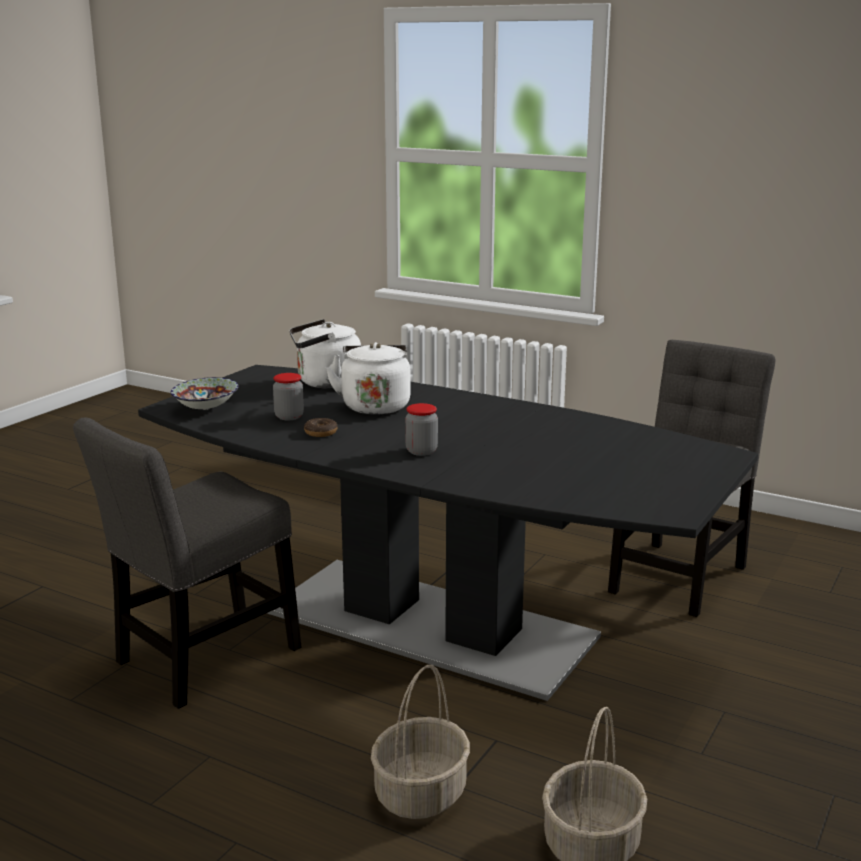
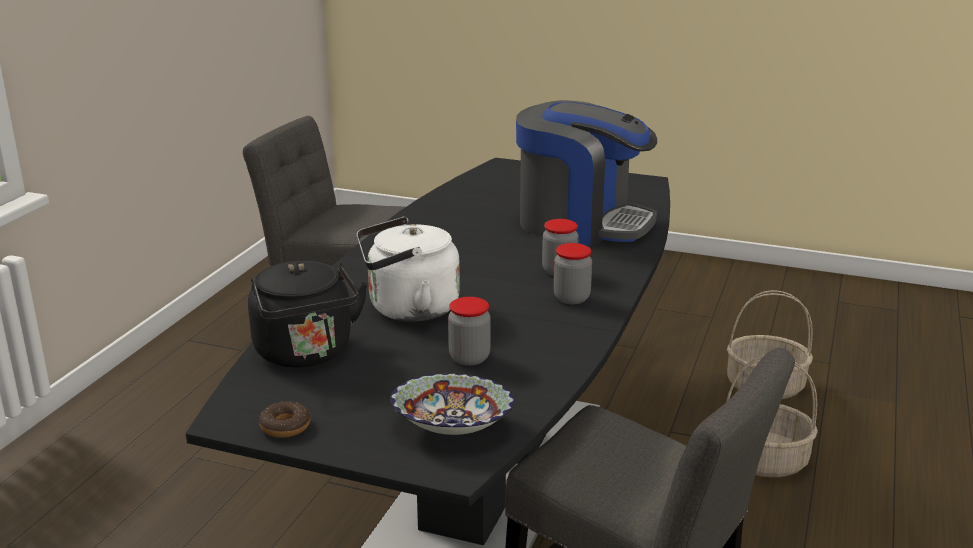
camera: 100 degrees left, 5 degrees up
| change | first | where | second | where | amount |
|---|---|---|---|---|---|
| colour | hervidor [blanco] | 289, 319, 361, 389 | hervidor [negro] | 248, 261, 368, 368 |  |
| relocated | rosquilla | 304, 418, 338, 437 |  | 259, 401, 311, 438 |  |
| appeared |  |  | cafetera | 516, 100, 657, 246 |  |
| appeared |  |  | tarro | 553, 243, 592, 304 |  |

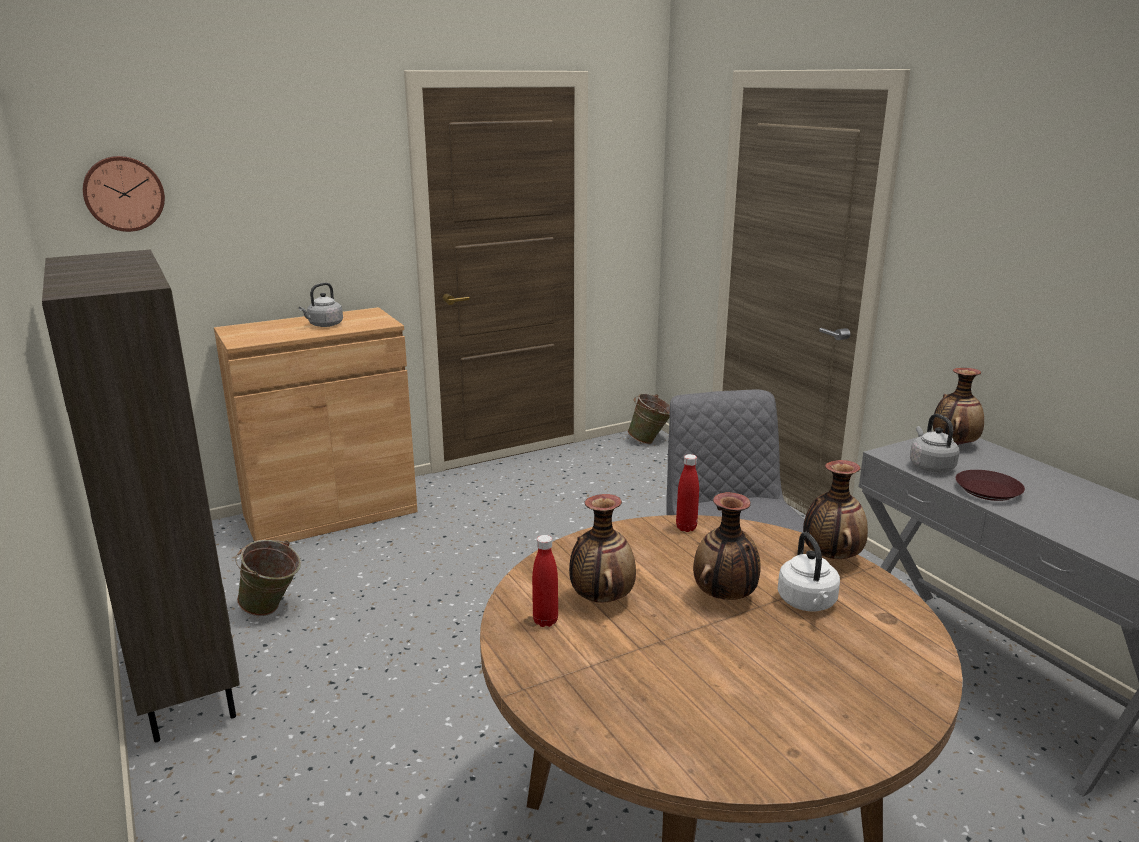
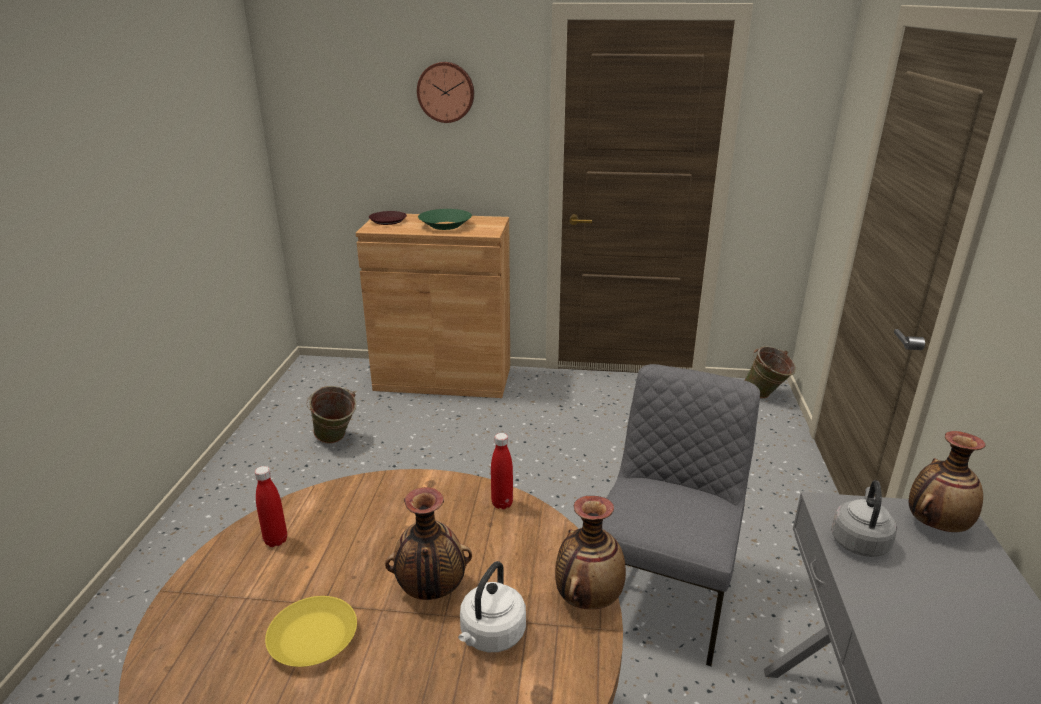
camera: 35 degrees right, 5 degrees up
| change | first | where | second | where | amount |
|---|---|---|---|---|---|
| appeared |  |  | plato [amarillo] | 265, 596, 357, 667 |  |
| relocated | plato [marrón] | 956, 470, 1025, 501 |  | 369, 211, 407, 225 |  |
| relocated | reloj de pared | 83, 156, 165, 232 |  | 417, 62, 474, 123 |  |
| exchanged | hervidor [gris] | 299, 283, 343, 327 | cuenco [verde] | 418, 209, 472, 230 |  |
| missing | estantería [marrón] | 42, 250, 240, 742 |  |  |  |
| missing | florero | 569, 494, 636, 603 |  |  |  |

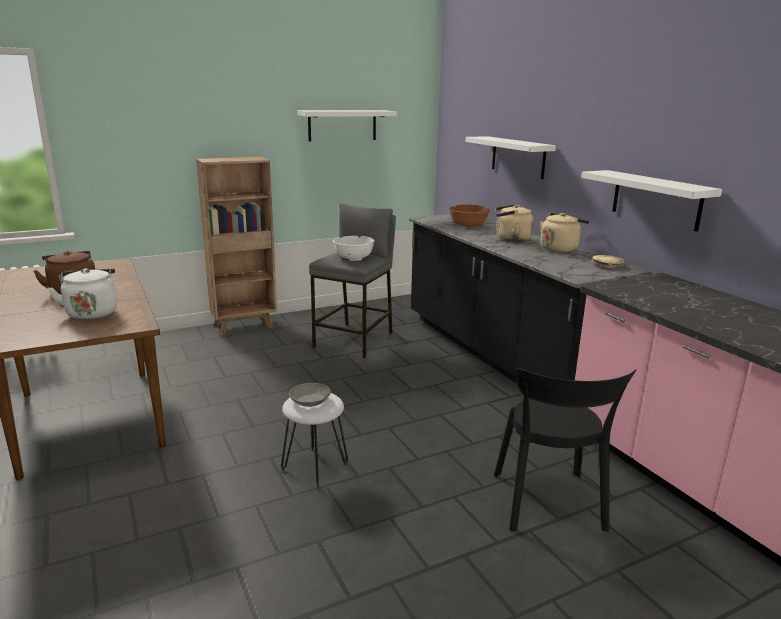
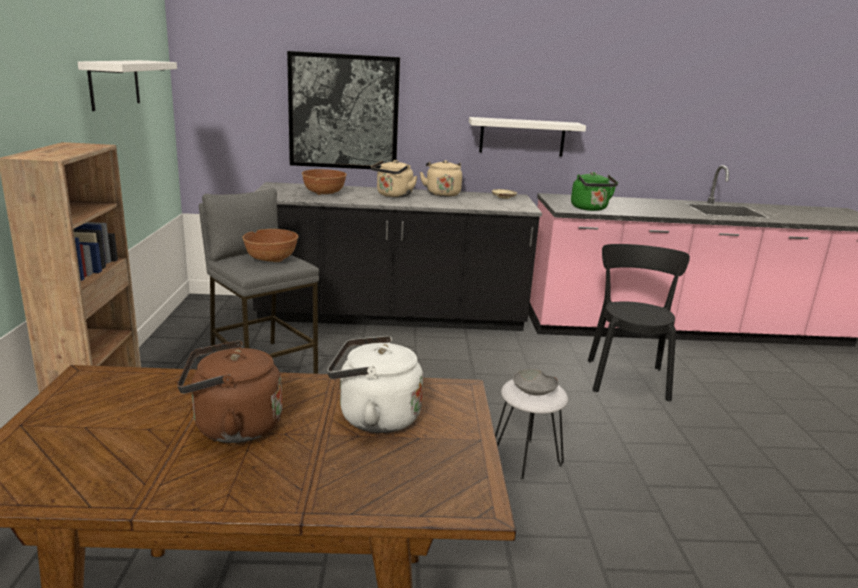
camera: 65 degrees left, 0 degrees up
| change | first | where | second | where | amount |
|---|---|---|---|---|---|
| colour | cuenco [blanco] | 333, 236, 375, 261 | cuenco [marrón] | 242, 229, 299, 262 |  |
| exchanged | estante [blanco] | 466, 136, 556, 179 | cuadro | 287, 51, 400, 169 |  |
| appeared |  |  | hervidor [verde] | 571, 172, 618, 211 |  |
| spun | silla [negro] | 494, 368, 636, 532 |  | 588, 244, 690, 401 | 105 degrees counterclockwise |

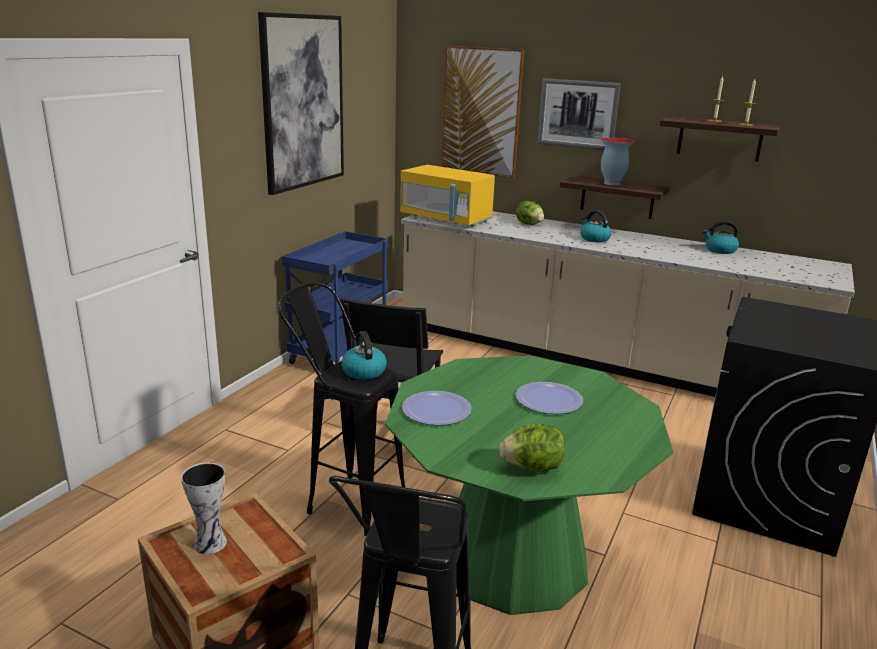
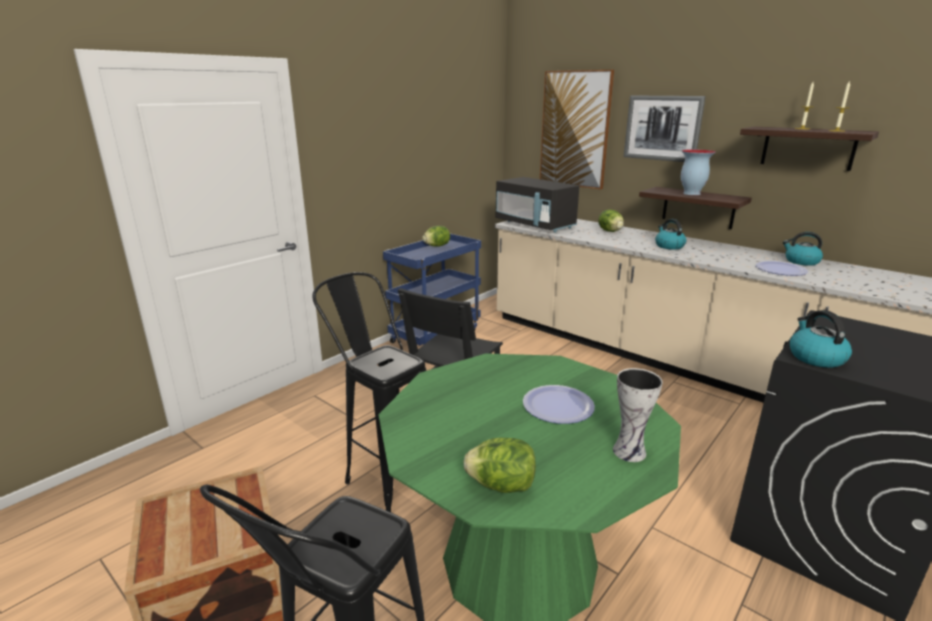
camera: 15 degrees right, 0 degrees up
| change | first | where | second | where | amount |
|---|---|---|---|---|---|
| appeared |  |  | lechuga | 422, 226, 450, 246 |  |
| colour | microondas [amarillo] | 400, 165, 495, 228 | microondas [negro] | 496, 177, 579, 233 |  |
| relocated | florero | 181, 463, 227, 554 |  | 613, 368, 663, 462 |  |
| relocated | plato | 402, 391, 472, 425 |  | 755, 261, 808, 276 |  |
| relocated | hervidor | 341, 331, 387, 380 |  | 790, 310, 852, 368 |  |
| missing | cuadro | 258, 12, 344, 195 |  |  |  |

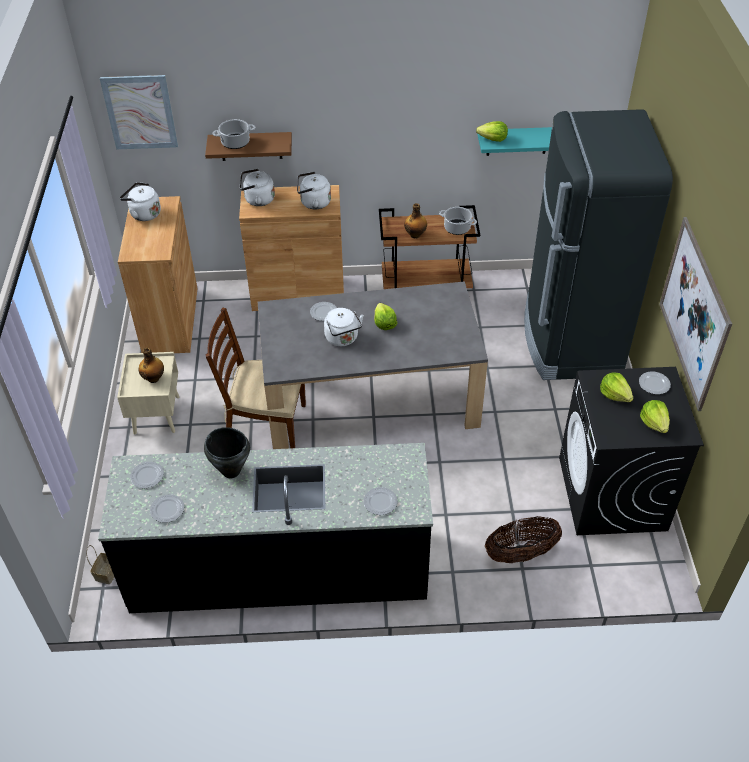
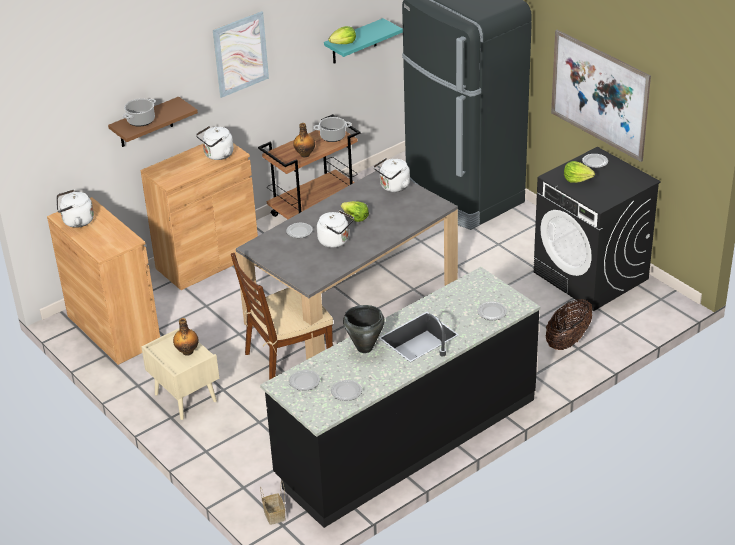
camera: 35 degrees left, 10 degrees down
| change | first | where | second | where | amount |
|---|---|---|---|---|---|
| relocated | cuadro | 100, 75, 178, 149 |  | 213, 11, 269, 98 |  |
| relocated | hervidor [blanco] | 240, 168, 275, 206 |  | 374, 158, 410, 192 |  |
| missing | lechuga | 640, 400, 670, 433 |  |  |  |

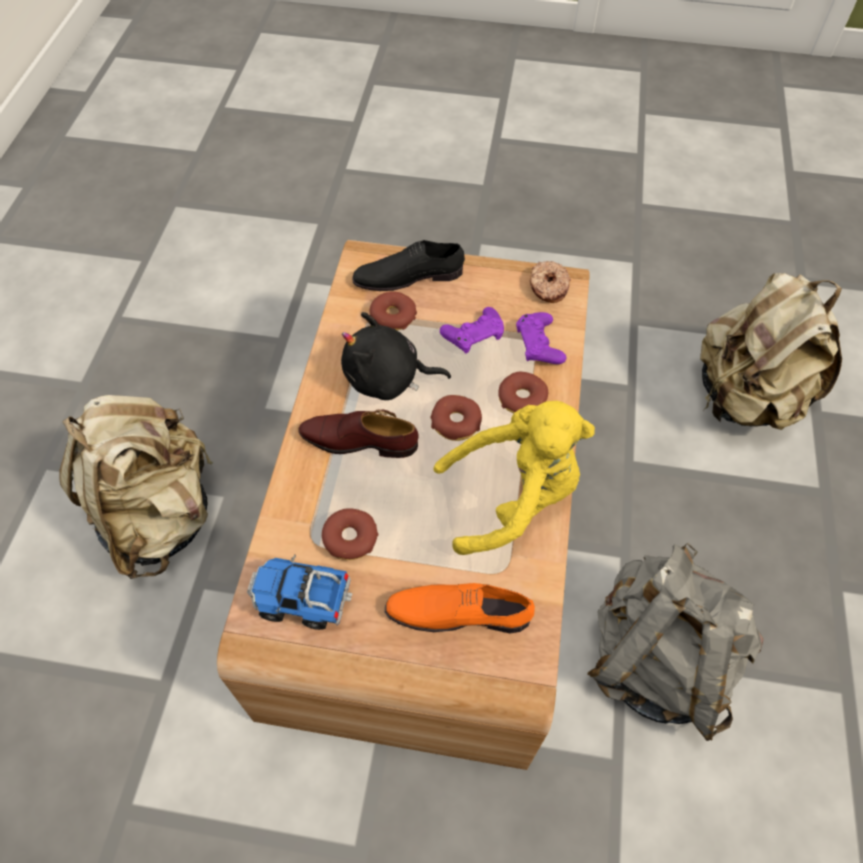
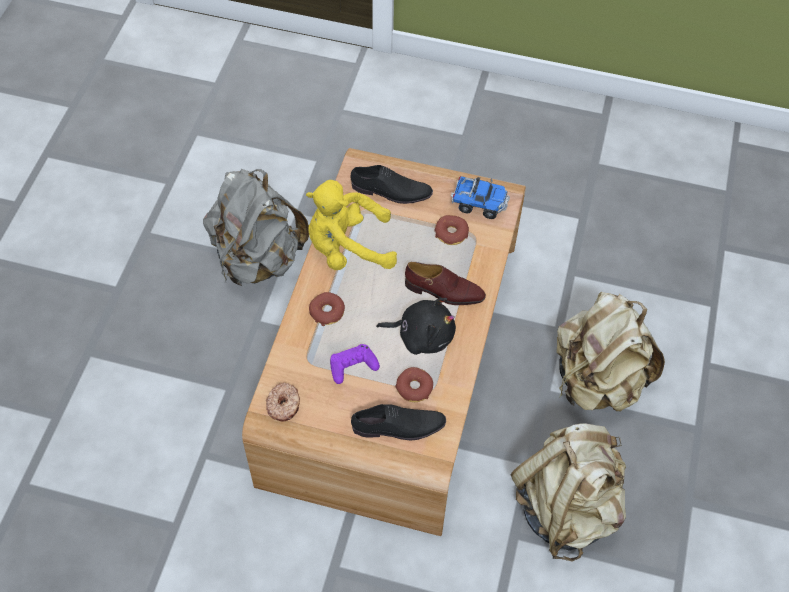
camera: 175 degrees left, 0 degrees up
| change | first | where | second | where | amount |
|---|---|---|---|---|---|
| colour | zapato [naranja] | 385, 583, 535, 634 | zapato [negro] | 350, 165, 433, 204 |  |
| relocated | mochila [beis] | 700, 273, 842, 430 |  | 511, 423, 626, 562 |  |
| missing | rosquilla | 430, 395, 482, 441 |  |  |  |
| missing | mando de consola [morado] | 516, 312, 566, 364 |  |  |  |

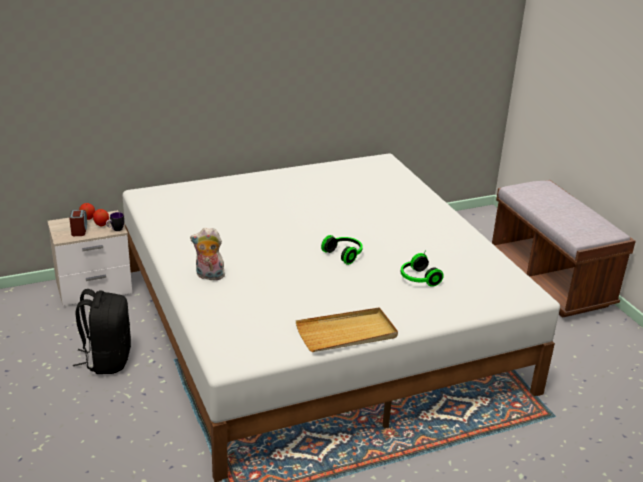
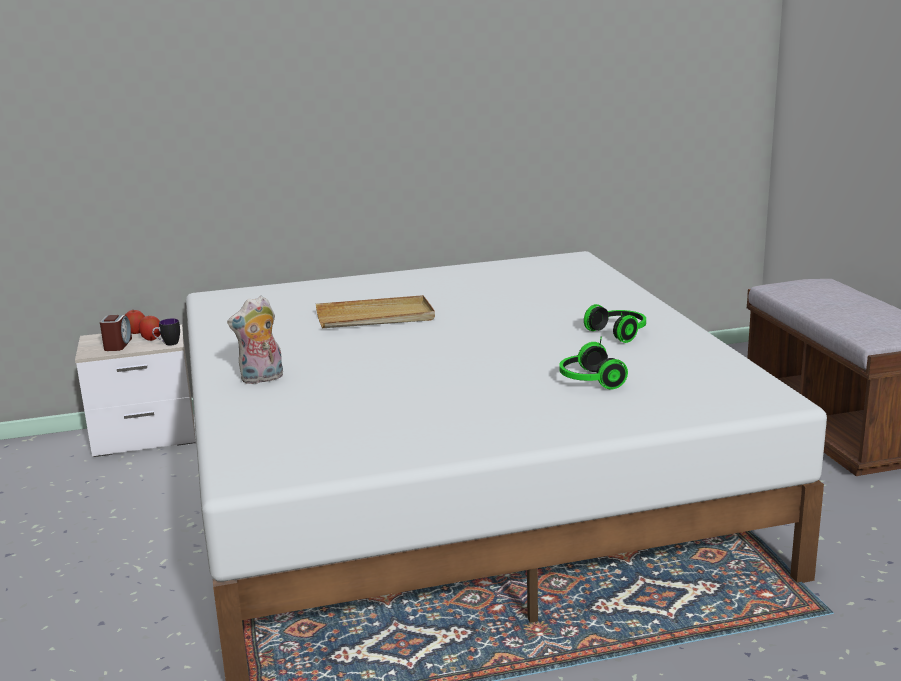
camera: 10 degrees right, 10 degrees down
| change | first | where | second | where | amount |
|---|---|---|---|---|---|
| spun | peluche | 190, 228, 225, 280 |  | 227, 296, 283, 385 | 45 degrees counterclockwise |
| relocated | bandeja [beis] | 296, 307, 398, 352 |  | 316, 295, 435, 328 |  |
| relocated | auriculares | 321, 235, 363, 265 |  | 584, 304, 646, 343 |  |
| missing | mochila [negro] | 73, 289, 131, 374 |  |  |  |

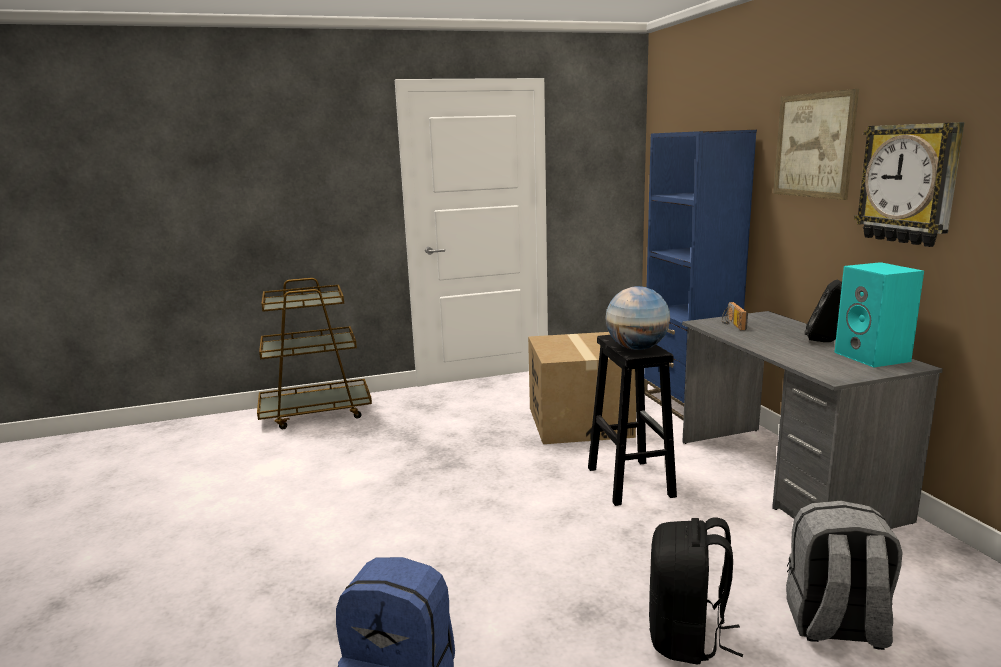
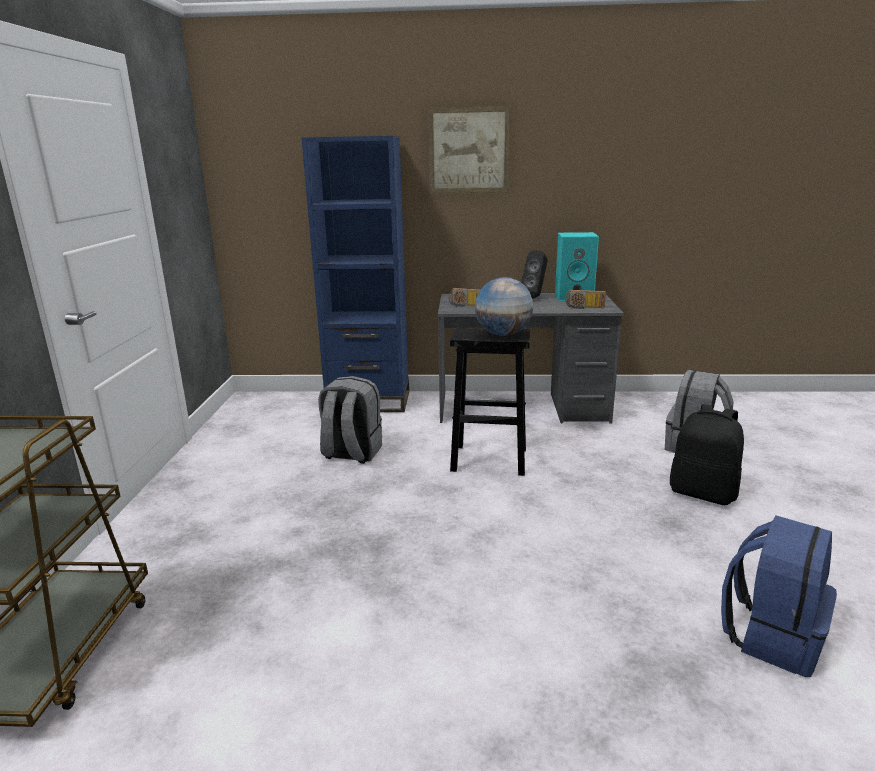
camera: 70 degrees left, 5 degrees up
| change | first | where | second | where | amount |
|---|---|---|---|---|---|
| exchanged | caja de cartón | 528, 332, 636, 444 | mochila [gris] | 318, 376, 382, 464 |  |
| appeared |  |  | radio | 565, 290, 606, 309 |  |
| missing | reloj de pared | 854, 122, 964, 247 |  |  |  |

